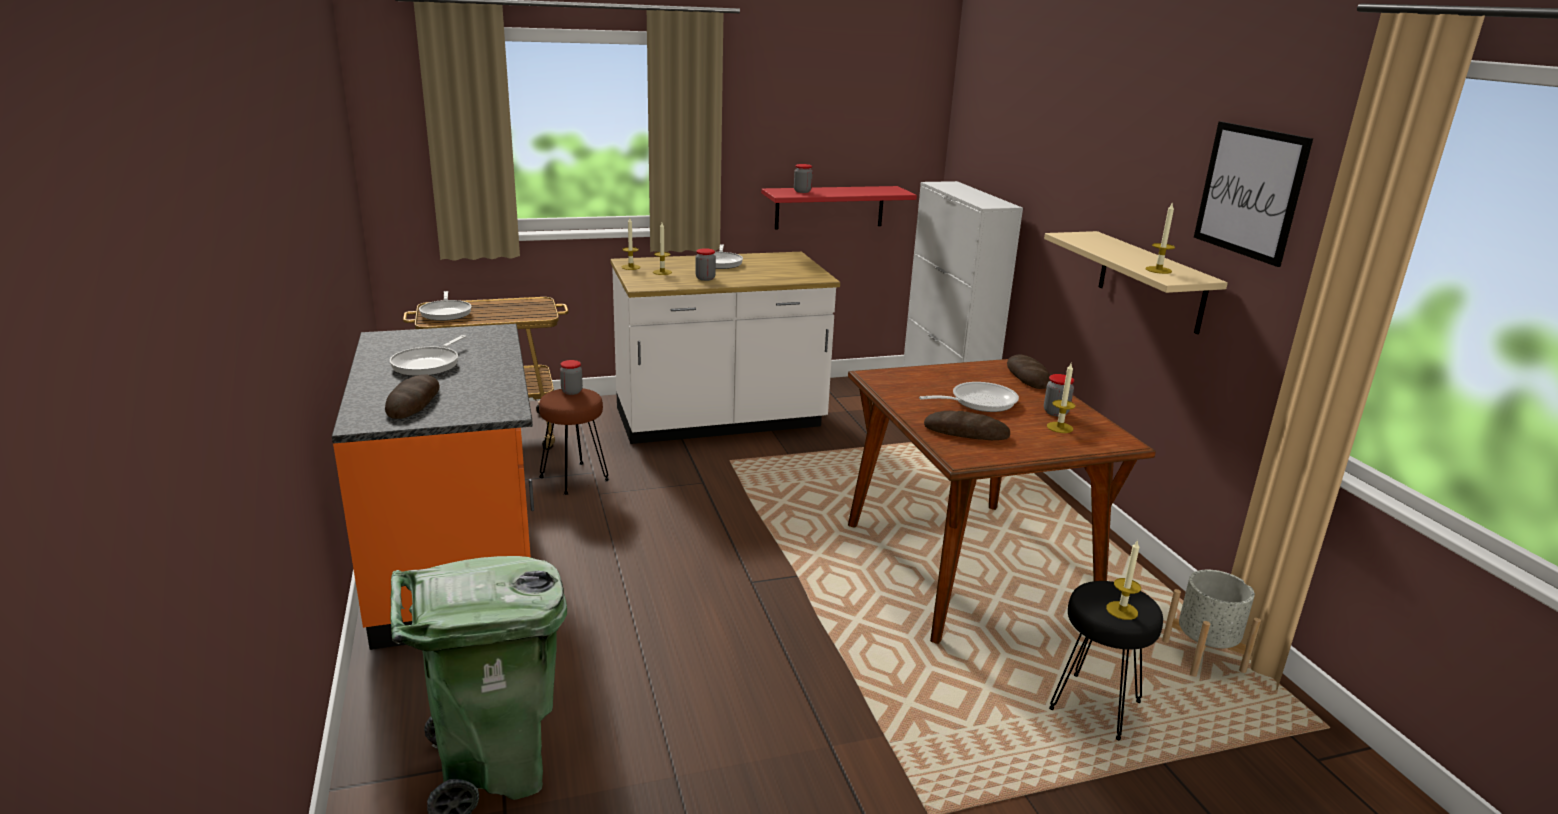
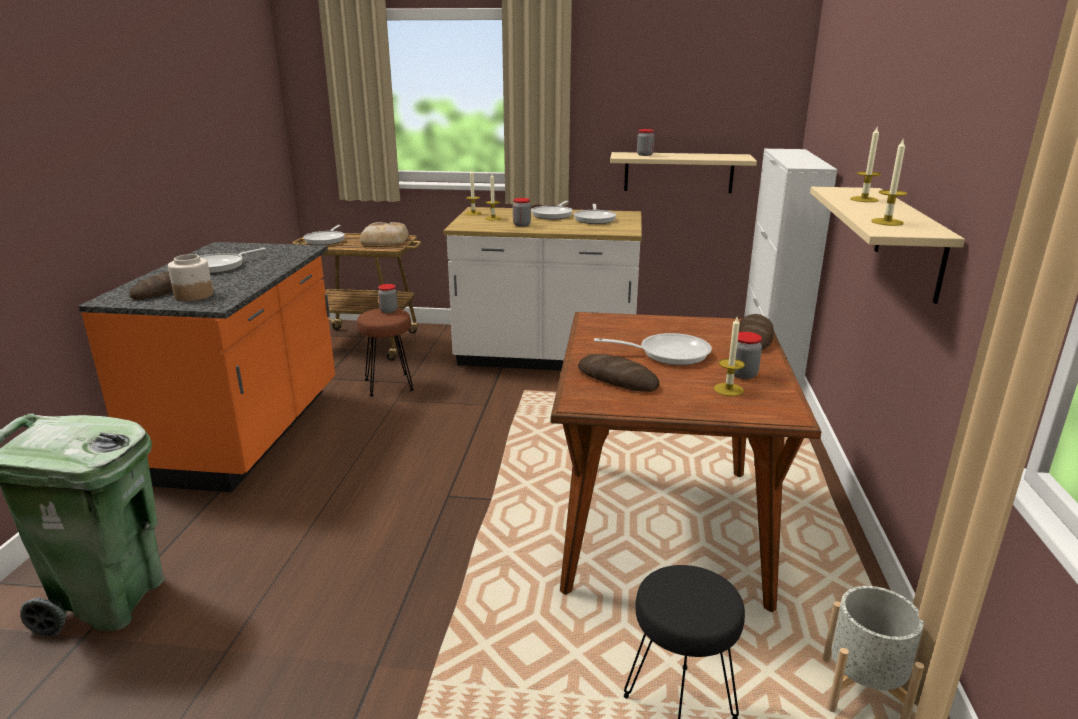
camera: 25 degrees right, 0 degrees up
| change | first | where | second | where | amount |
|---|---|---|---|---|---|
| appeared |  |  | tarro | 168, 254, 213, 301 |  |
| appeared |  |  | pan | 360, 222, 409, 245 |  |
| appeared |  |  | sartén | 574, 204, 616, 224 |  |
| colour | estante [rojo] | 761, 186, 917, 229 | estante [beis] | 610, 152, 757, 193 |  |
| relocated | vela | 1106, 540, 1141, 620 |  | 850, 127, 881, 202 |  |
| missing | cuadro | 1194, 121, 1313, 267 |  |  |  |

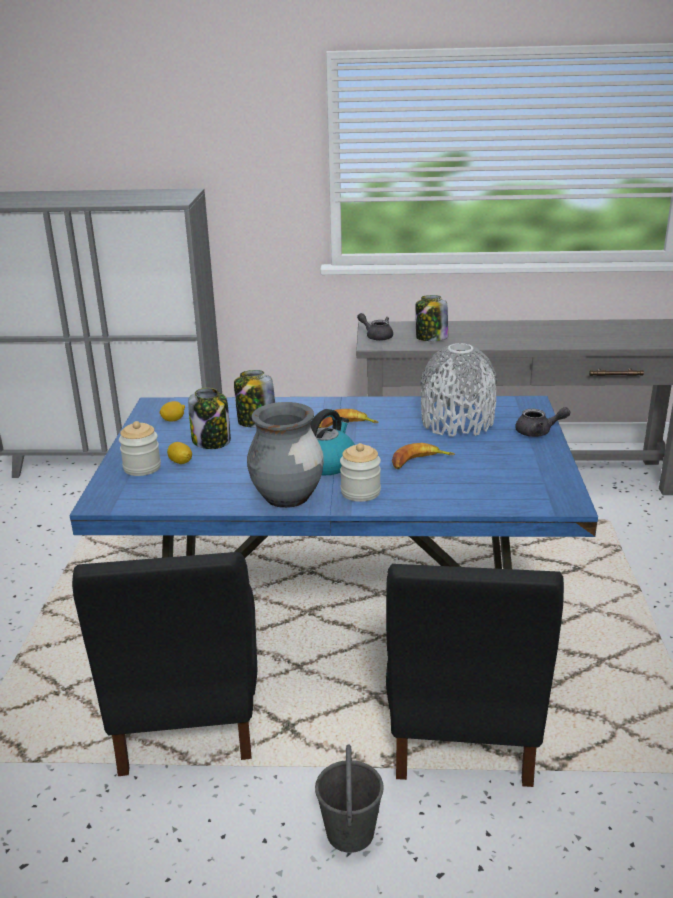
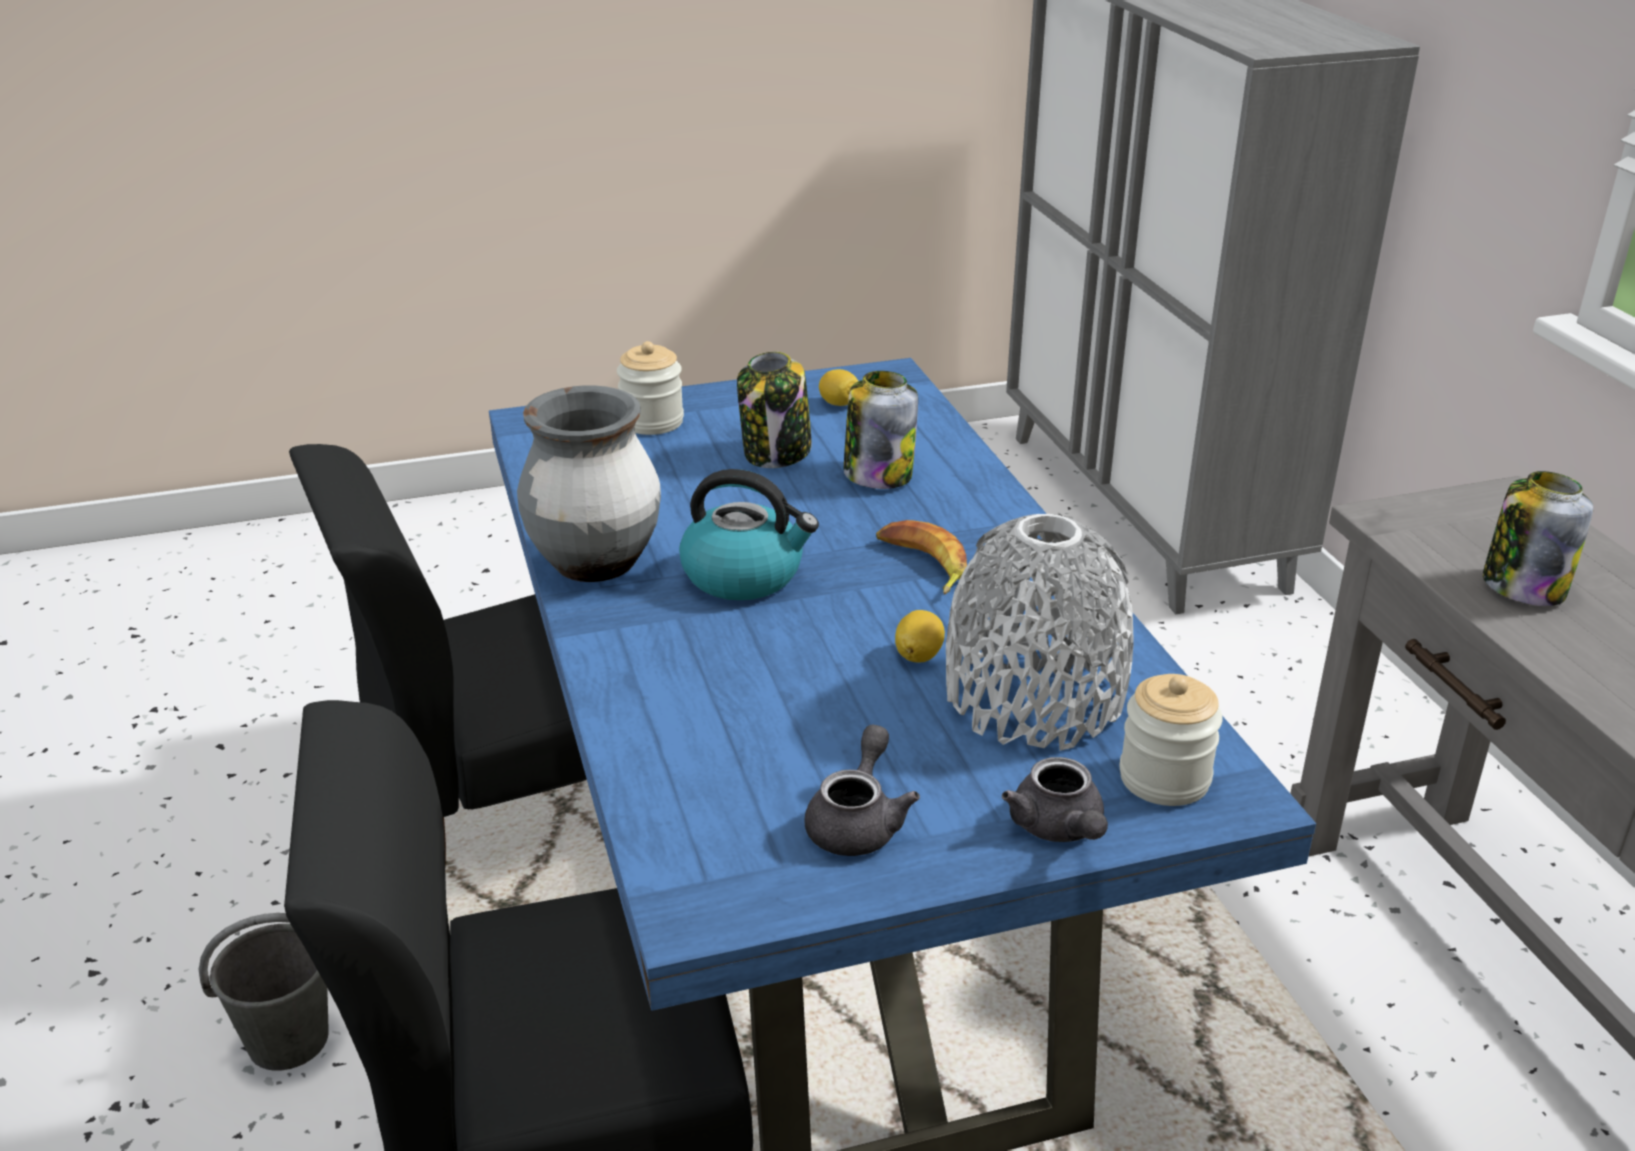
camera: 70 degrees right, 5 degrees up
| change | first | where | second | where | amount |
|---|---|---|---|---|---|
| relocated | tetera [gris] | 357, 313, 393, 341 |  | 805, 725, 920, 856 |  |
| relocated | limón | 167, 442, 192, 464 |  | 895, 610, 945, 662 |  |
| relocated | tarro | 340, 443, 381, 502 |  | 1120, 674, 1223, 806 |  |
| missing | plátano | 392, 443, 455, 469 |  |  |  |

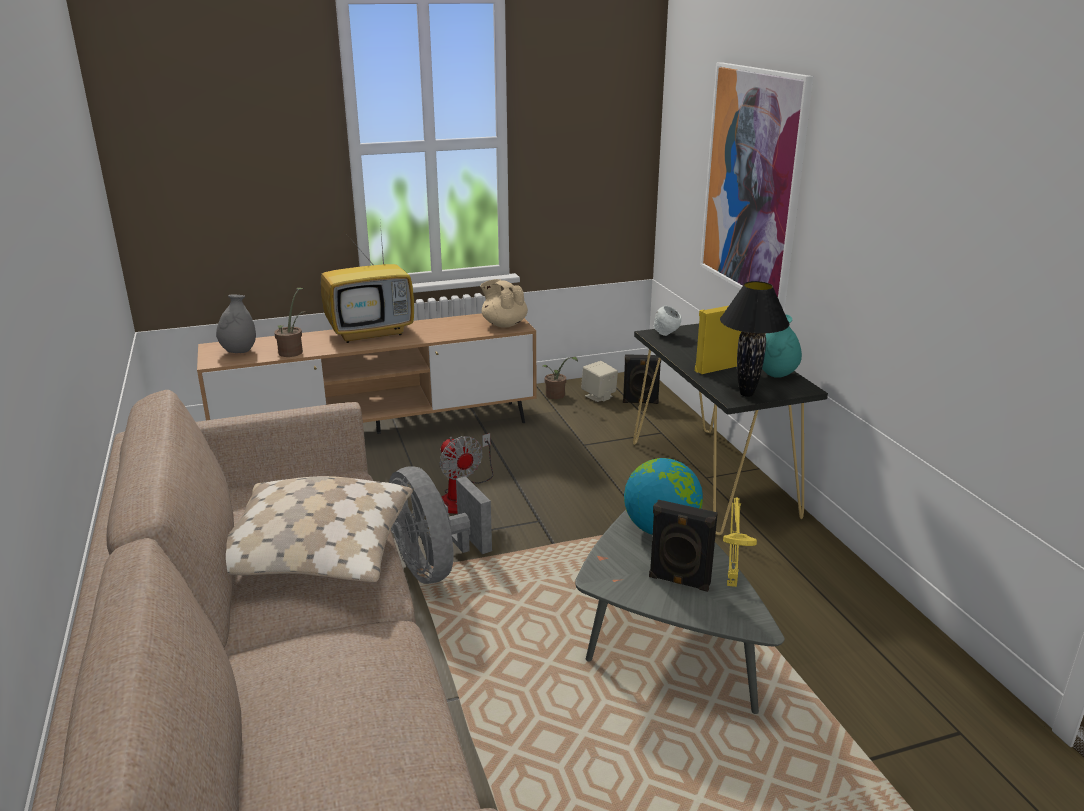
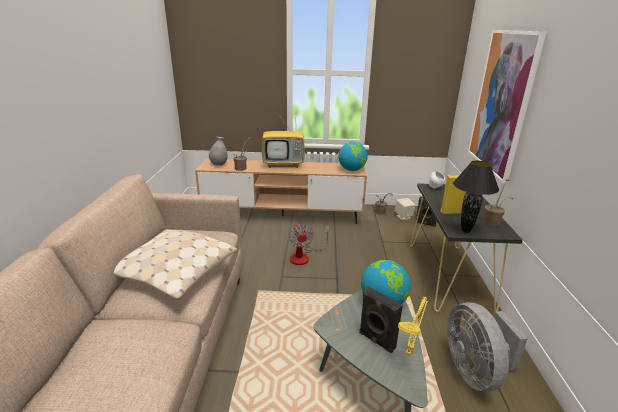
camera: 20 degrees right, 0 degrees up
| change | first | where | second | where | amount |
|---|---|---|---|---|---|
| exchanged | tetera [beis] | 480, 279, 528, 328 | globo terráqueo | 338, 142, 368, 171 |  |
| relocated | ventilador [gris] | 389, 466, 492, 584 |  | 447, 302, 528, 392 |  |
| exchanged | florero [turquesa] | 762, 314, 802, 378 | planta en maceta | 482, 179, 513, 227 |  |

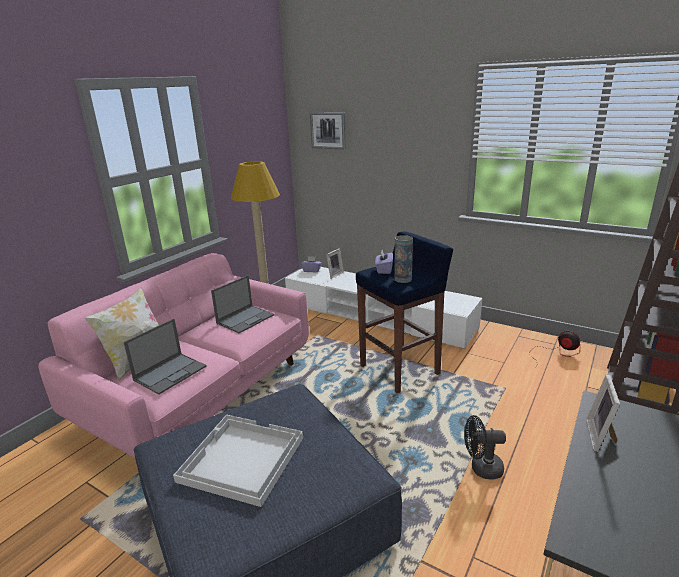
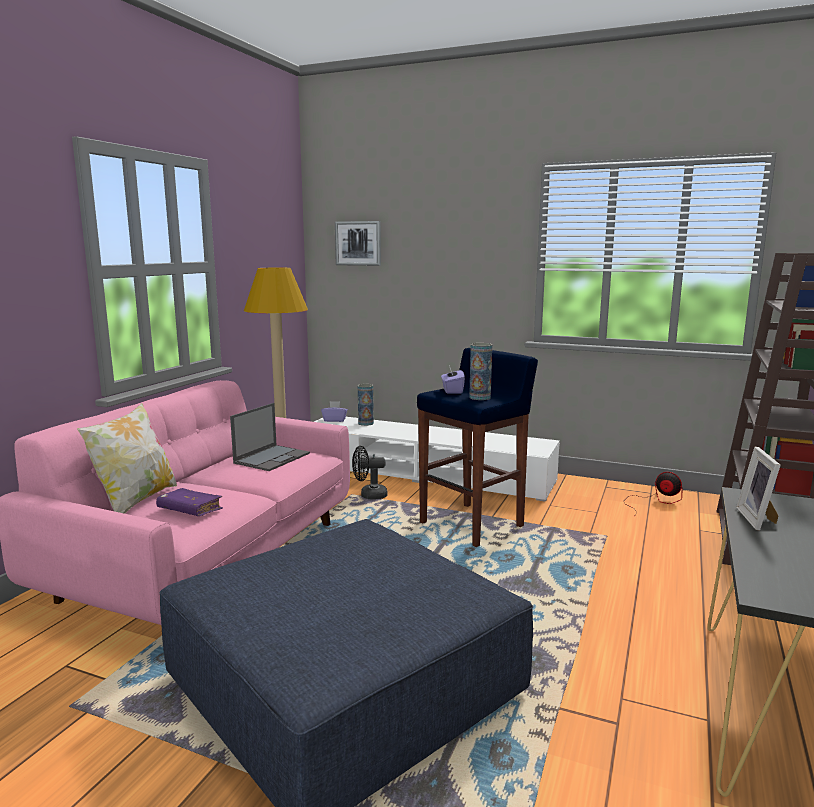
camera: 10 degrees left, 10 degrees down
| change | first | where | second | where | amount |
|---|---|---|---|---|---|
| exchanged | portátil | 124, 319, 207, 395 | libro [morado] | 156, 488, 223, 516 |  |
| relocated | ventilador [negro] | 464, 415, 506, 480 |  | 352, 446, 388, 499 |  |
| exchanged | portarretratos | 326, 248, 344, 279 | florero | 358, 384, 374, 426 |  |
| missing | bandeja [blanco] | 173, 414, 303, 507 |  |  |  |

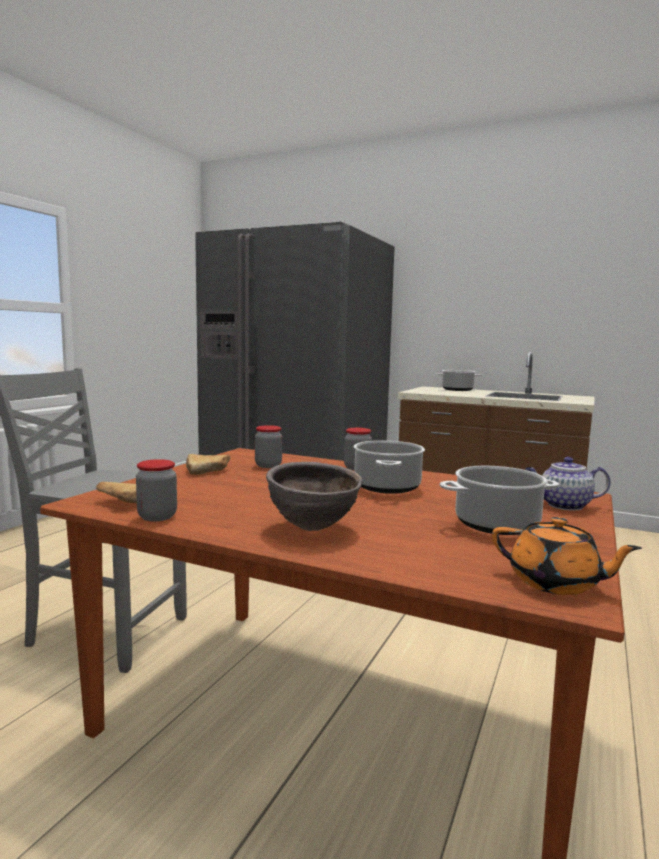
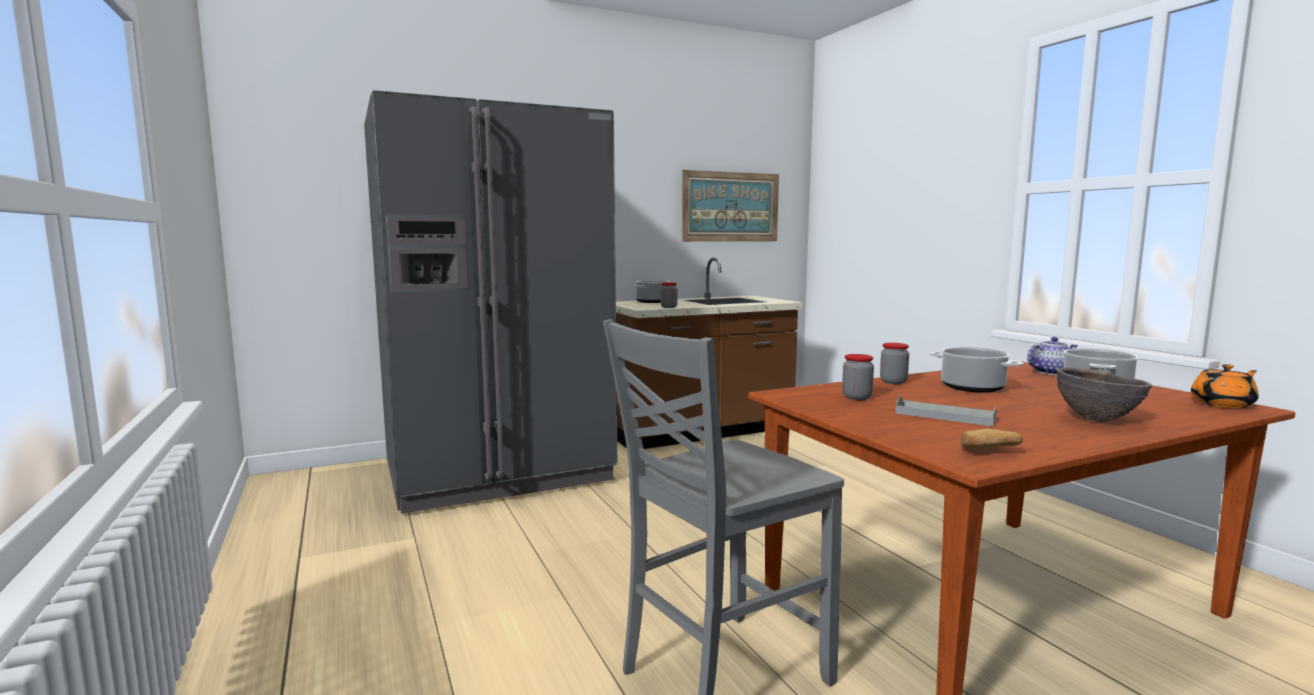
camera: 50 degrees left, 0 degrees up
| change | first | where | second | where | amount |
|---|---|---|---|---|---|
| relocated | tarro | 136, 459, 177, 521 |  | 661, 282, 678, 308 |  |
| appeared |  |  | cuadro | 682, 170, 779, 242 |  |
| appeared |  |  | bandeja [gris] | 895, 396, 997, 426 |  |
| spun | tetera | 525, 457, 611, 511 |  | 1027, 337, 1078, 375 | 150 degrees counterclockwise |
| missing | pan | 186, 454, 230, 475 |  |  |  |

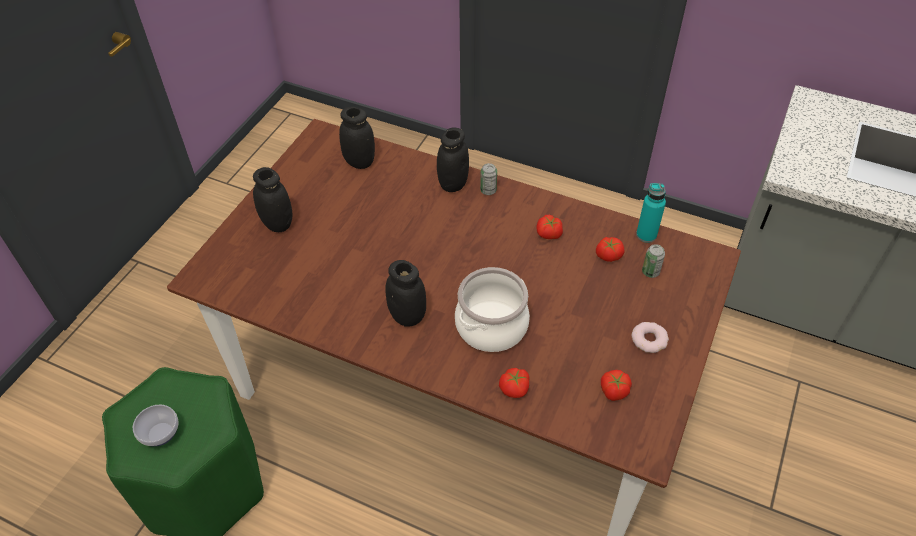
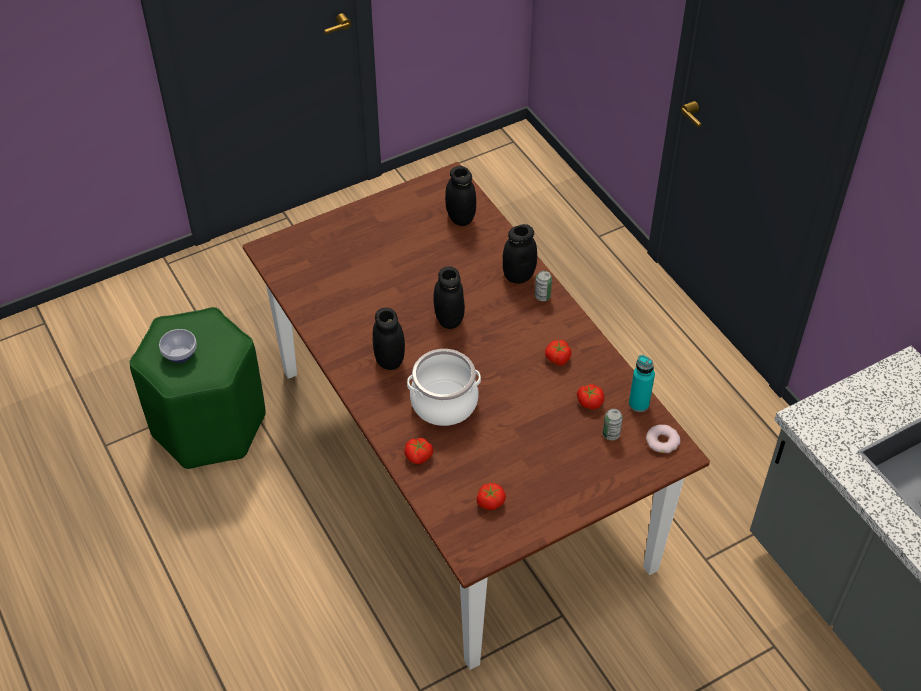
camera: 35 degrees right, 0 degrees up
| change | first | where | second | where | amount |
|---|---|---|---|---|---|
| relocated | tarro [negro] | 253, 167, 292, 232 |  | 433, 267, 465, 329 |  |
| relocated | rosquilla | 631, 322, 669, 353 |  | 646, 425, 680, 453 |  |

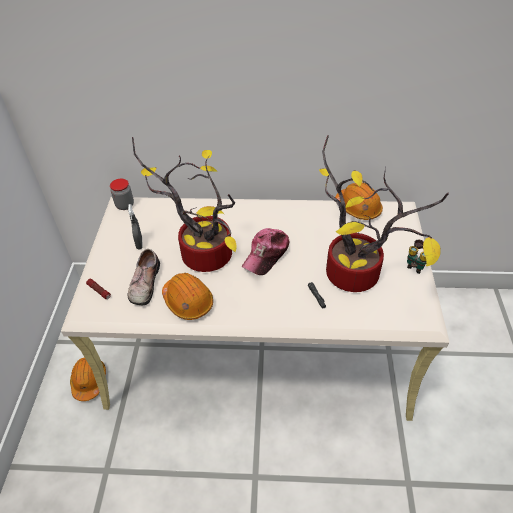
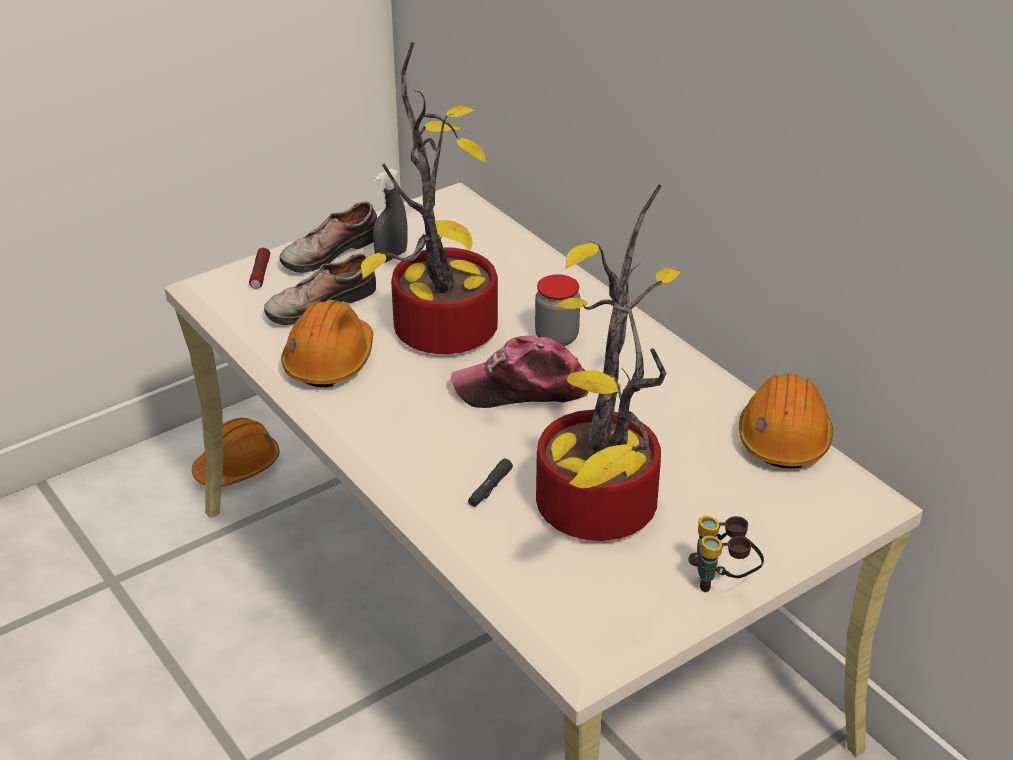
camera: 50 degrees right, 10 degrees down
| change | first | where | second | where | amount |
|---|---|---|---|---|---|
| appeared |  |  | zapato | 280, 201, 377, 273 |  |
| relocated | tarro | 110, 179, 134, 210 |  | 535, 274, 580, 346 |  |

